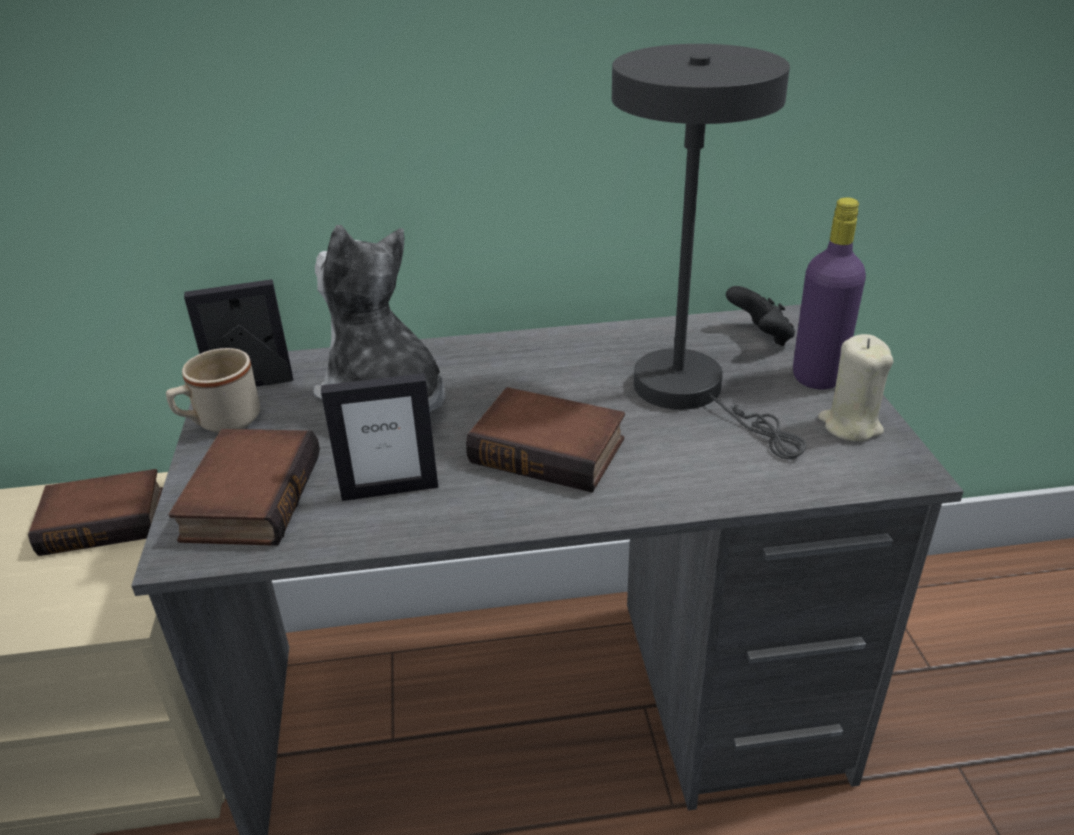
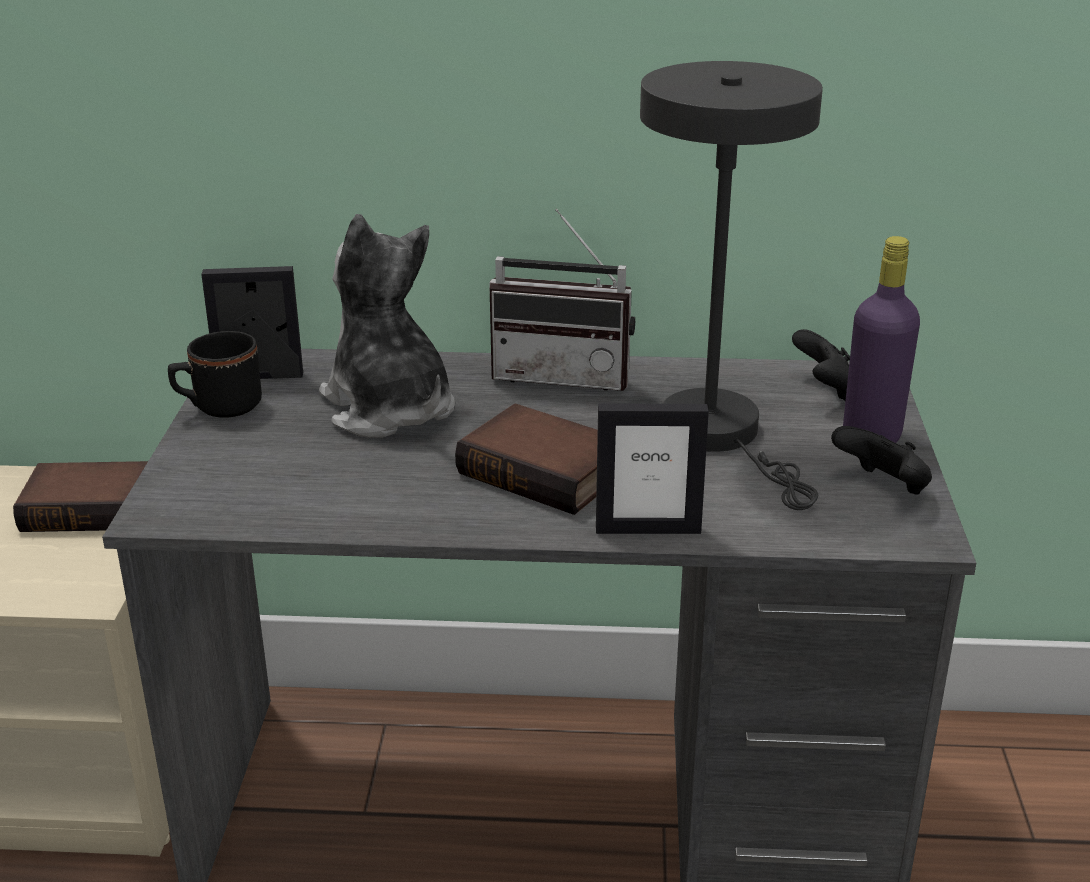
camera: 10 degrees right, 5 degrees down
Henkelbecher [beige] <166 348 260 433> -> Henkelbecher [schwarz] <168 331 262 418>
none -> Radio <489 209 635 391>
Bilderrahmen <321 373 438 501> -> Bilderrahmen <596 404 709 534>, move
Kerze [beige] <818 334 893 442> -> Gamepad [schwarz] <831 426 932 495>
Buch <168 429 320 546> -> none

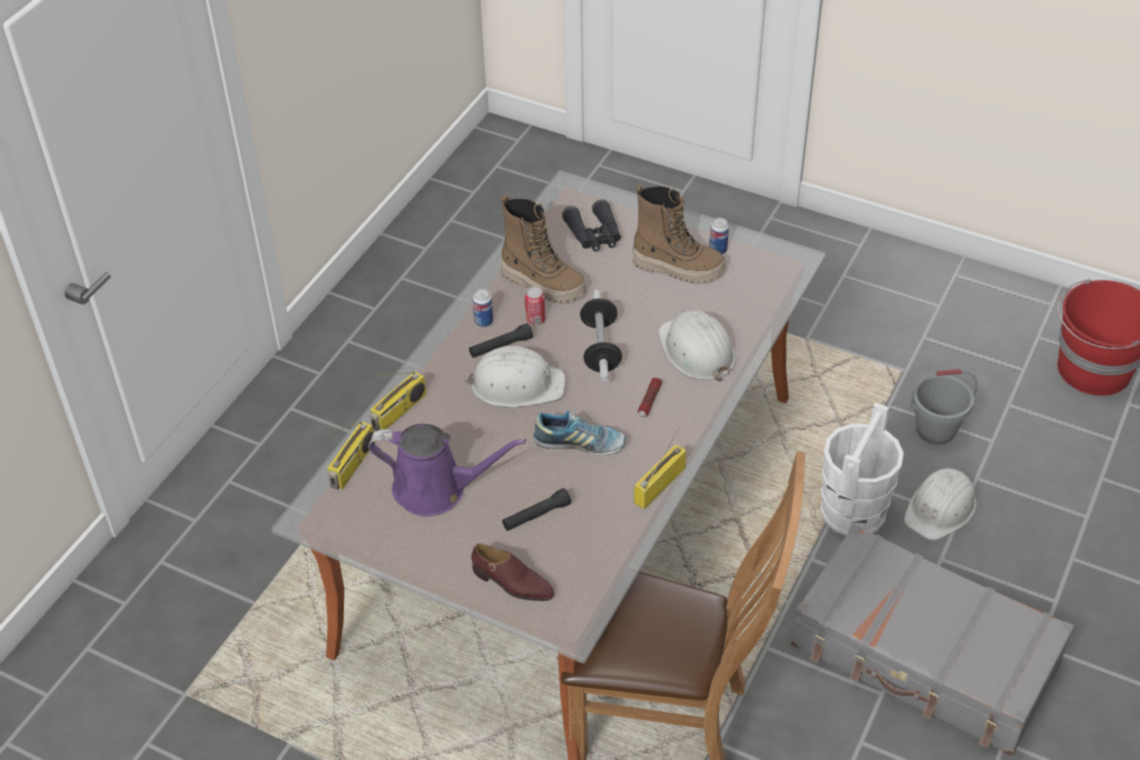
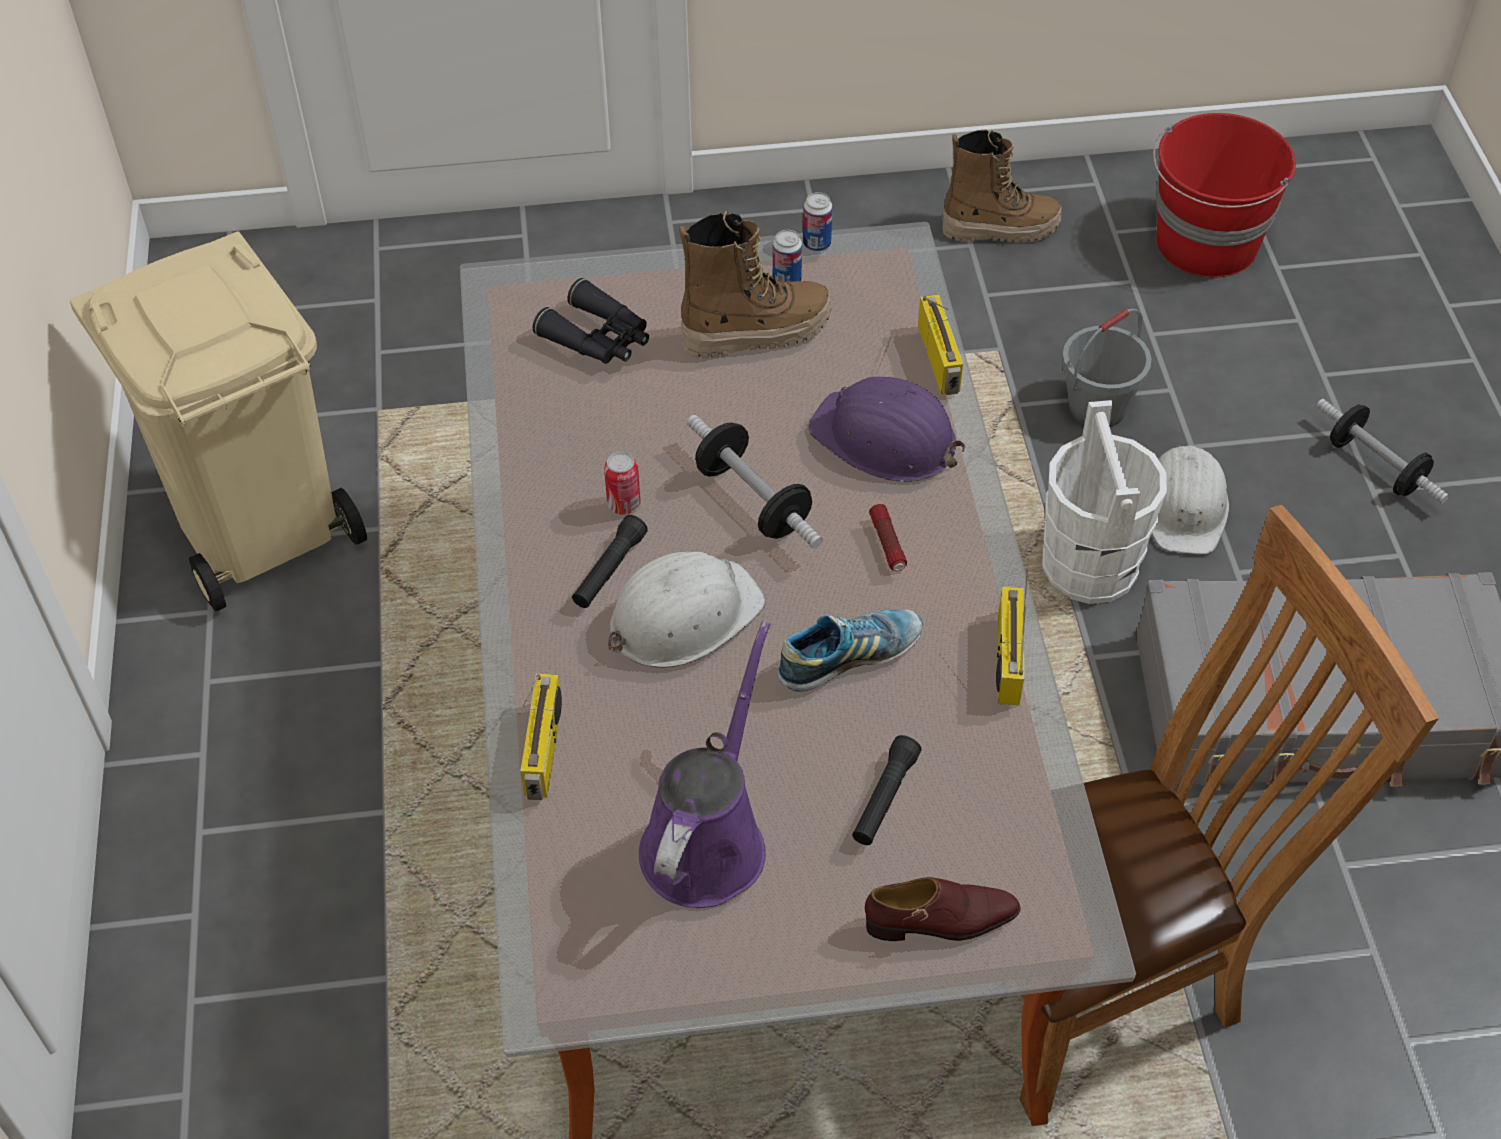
camera: 35 degrees left, 5 degrees up
none -> Mülleimer [beige] <70 232 367 611>
Gießkanne [lila] <368 424 526 516> -> Gießkanne [lila] <639 621 771 908>, 45 degrees counterclockwise
Dose <473 289 493 327> -> Dose <803 192 833 252>, move
Schutzhelm [weiß] <658 310 736 381> -> Schutzhelm [lila] <808 377 966 482>
Radio <327 421 375 490> -> Radio <918 294 963 395>, move
Stiefel <501 194 587 304> -> Stiefel <942 129 1062 243>, move
none -> Hantel <1316 399 1449 504>

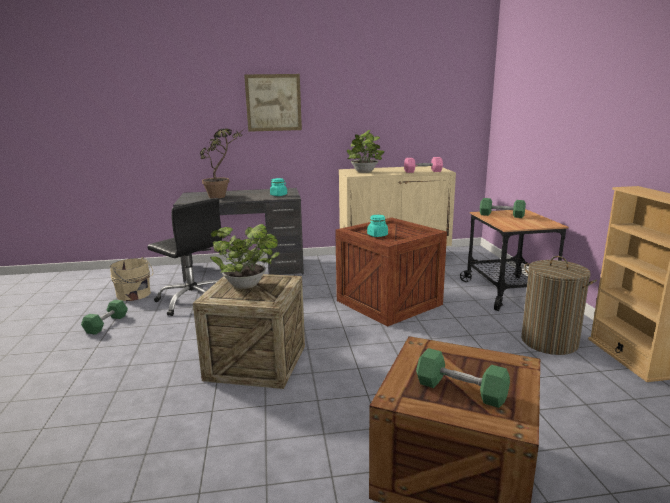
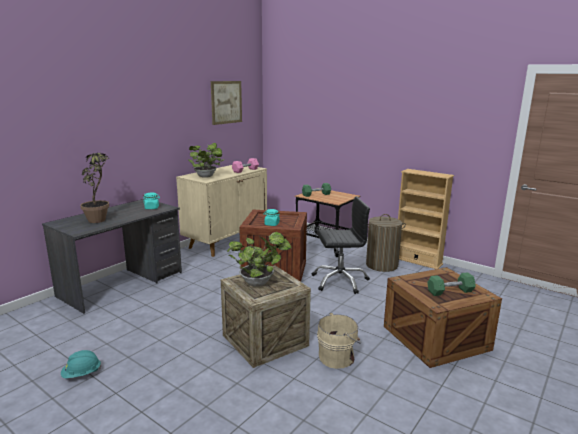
camera: 45 degrees left, 0 degrees up
Hantel [grün] <81 300 128 335> -> Schutzhelm [türkis] <61 350 102 379>
Bild <244 74 302 132> -> Bild <211 81 242 125>, move
Bürostuhl [schwarz] <147 198 222 316> -> Bürostuhl [schwarz] <312 196 370 294>, move
Eimer [beige] <110 257 153 301> -> Eimer [beige] <317 313 361 369>, move

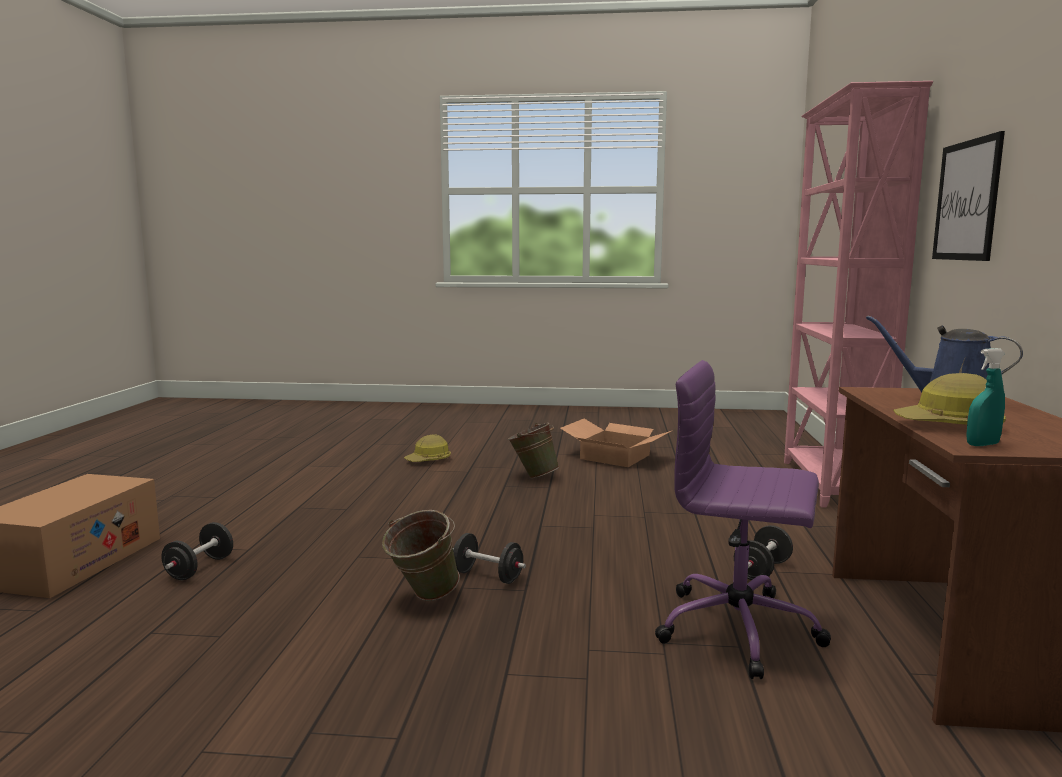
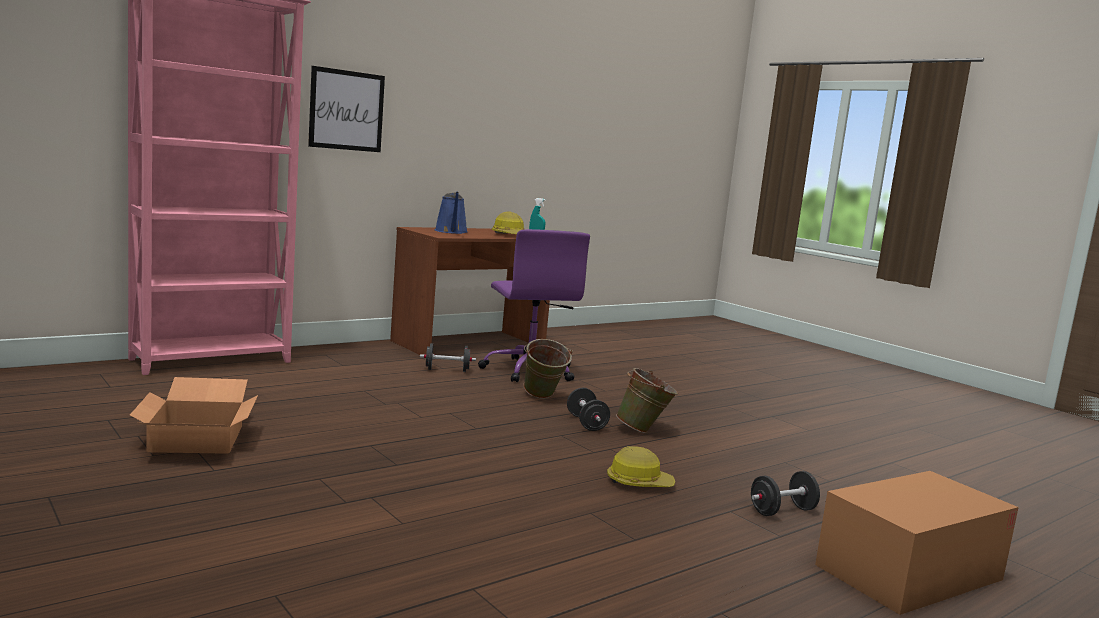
camera: 135 degrees left, 0 degrees up
Eimer [grün] <508 423 559 479> -> Eimer [grün] <523 339 573 399>, move
Schutzhelm <404 434 451 462> -> Schutzhelm <607 446 675 487>, move

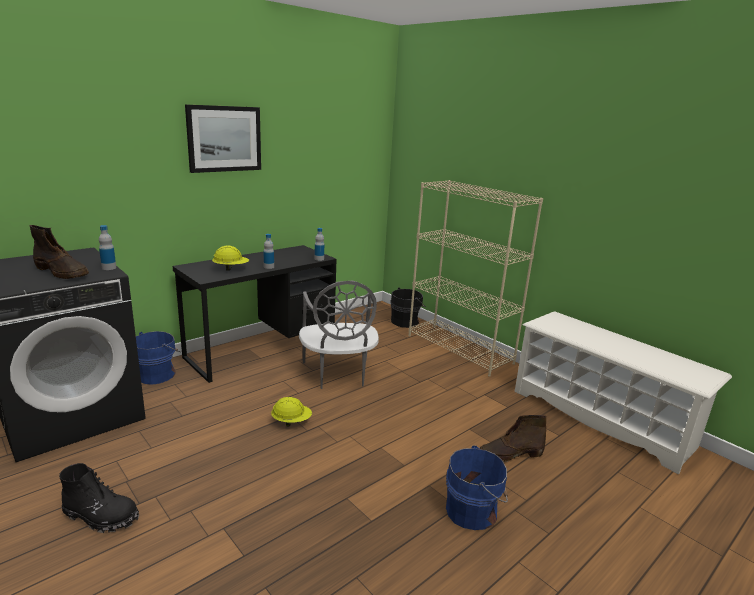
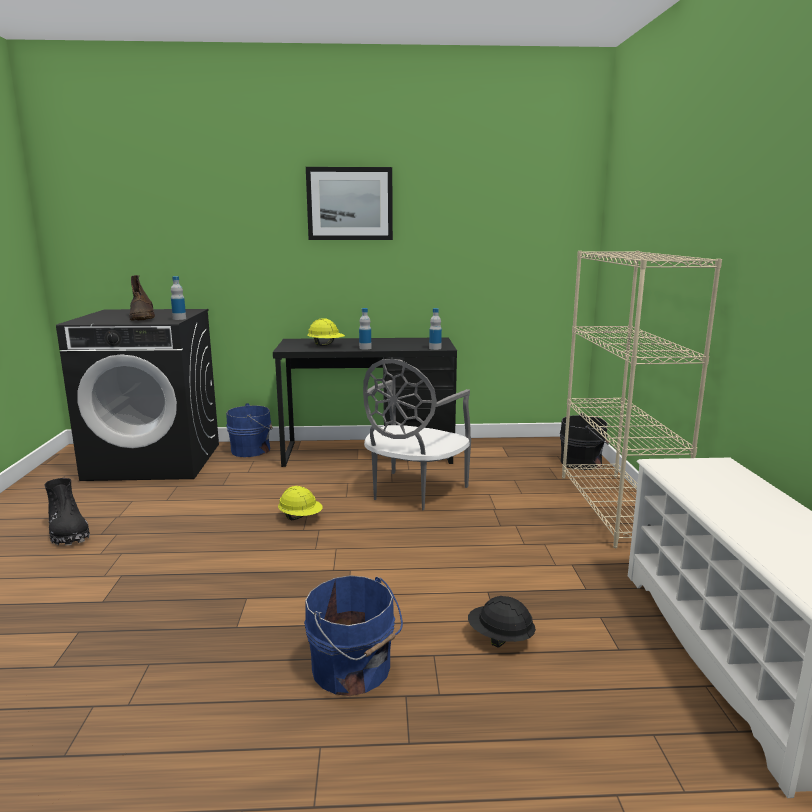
camera: 40 degrees right, 5 degrees down
Stiefel [braun] <480 415 546 462> -> Schutzhelm [schwarz] <468 596 536 647>

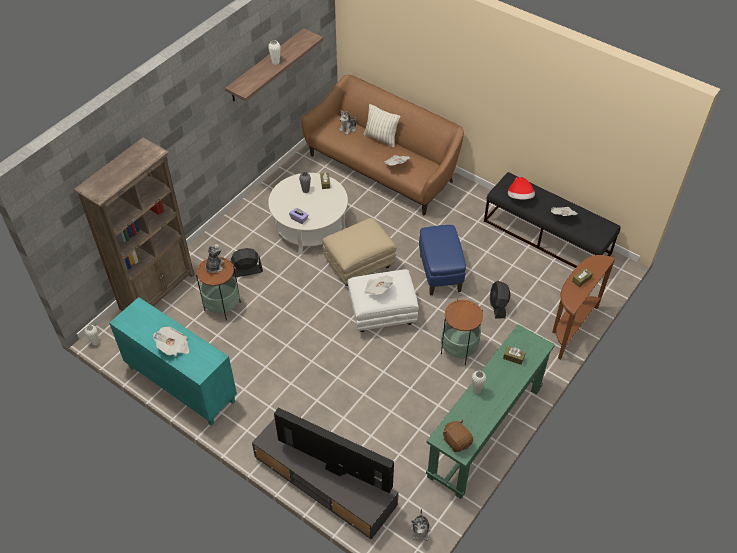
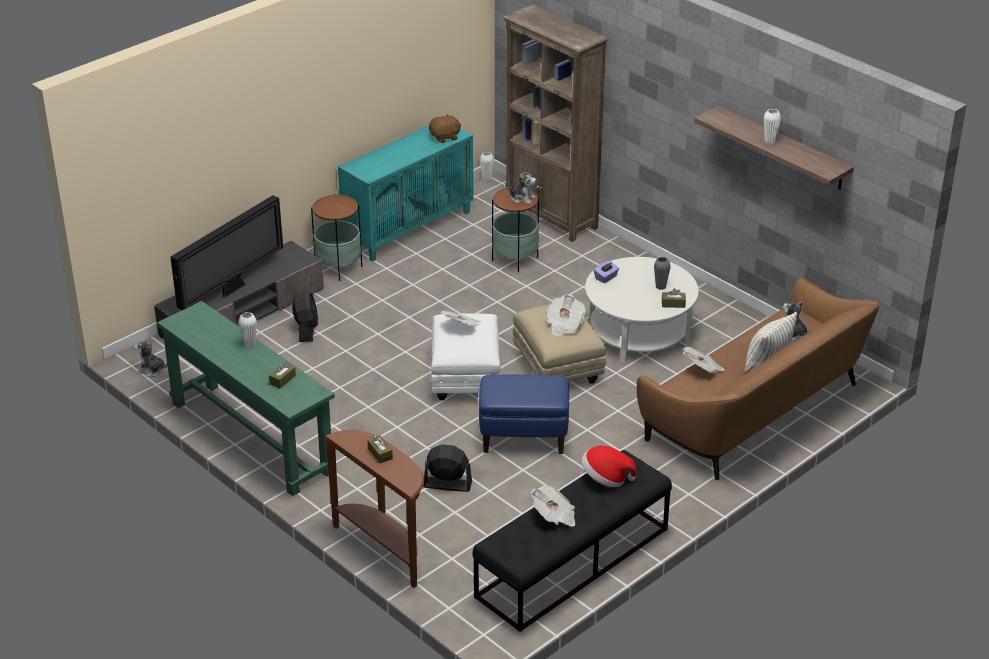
camera: 100 degrees right, 15 degrees down
Ventilator [schwarz] <230 248 263 277> -> Ventilator [schwarz] <292 292 318 342>, move
Beistelltisch <441 299 483 365> -> Beistelltisch <311 194 362 281>, move
Plüschtier [braun] <443 419 473 452> -> Plüschtier [braun] <429 114 461 143>, move
Zeitung <153 327 189 356> -> Zeitung <546 294 586 336>, move

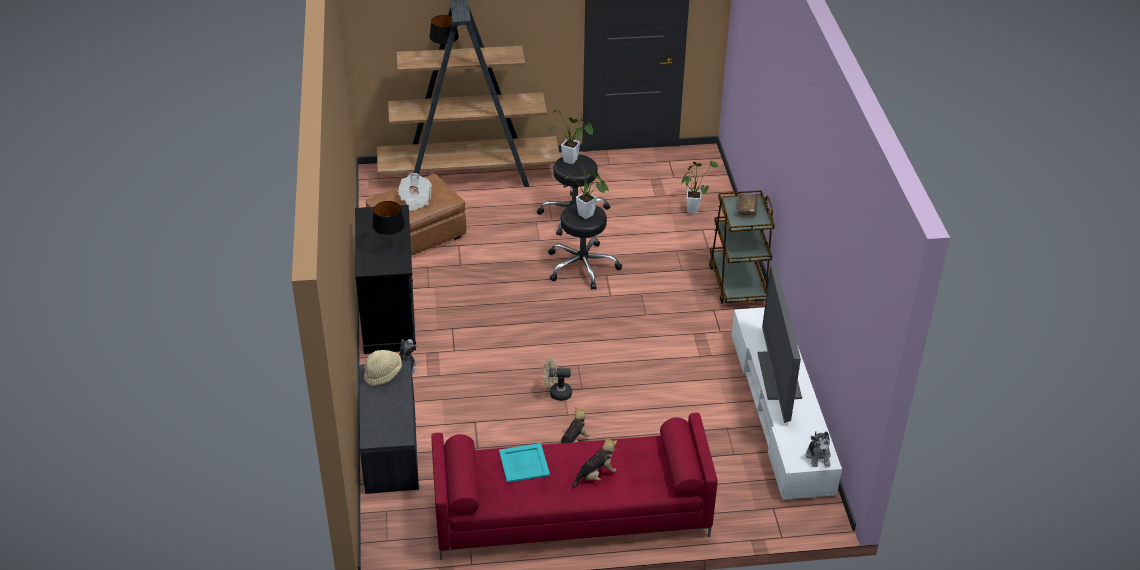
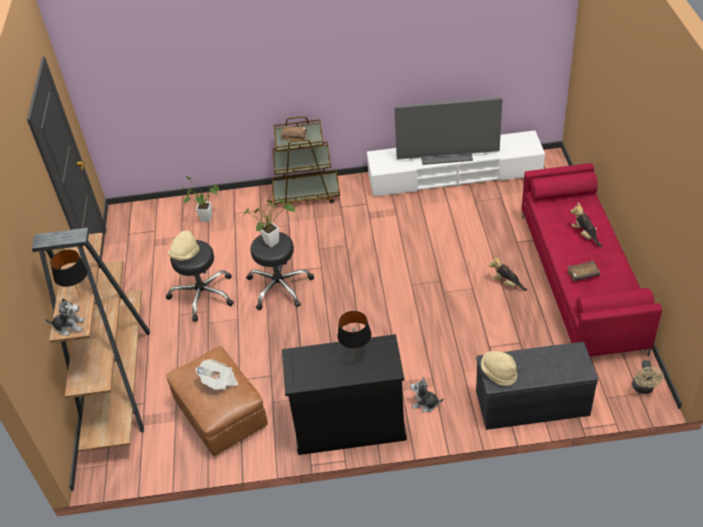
camera: 85 degrees left, 5 degrees up
Plüschtier <806 431 831 468> -> Plüschtier <45 298 84 336>, move
Topfpflanze <548 110 593 164> -> Hut [beige] <168 231 199 261>
Tablett [türkis] <499 443 550 483> -> Buch [braun] <567 261 600 281>
Ventilator [beige] <543 358 572 401> -> Ventilator [beige] <632 360 664 394>, move

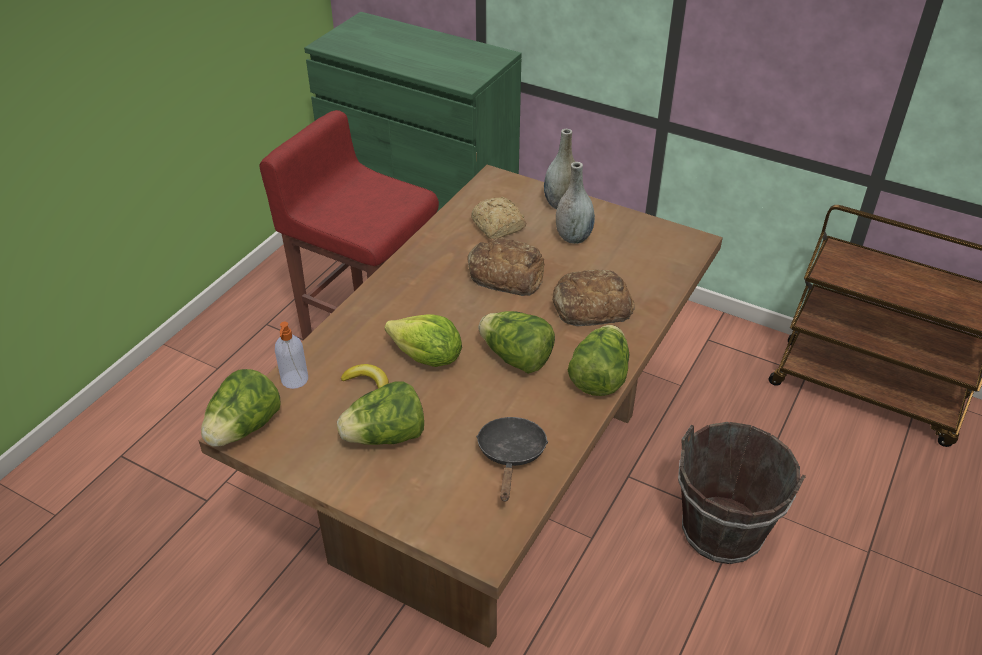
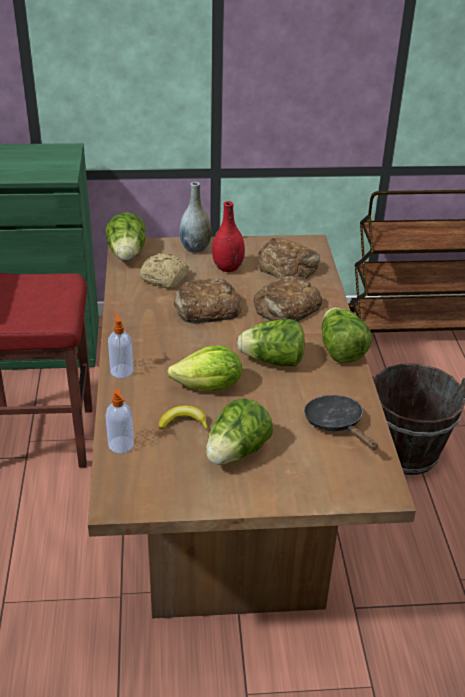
camera: 35 degrees left, 5 degrees down
Salatkopf <201 369 281 447> -> Salatkopf <105 212 146 261>, move
none -> Seifenspender <108 312 133 378>
Vase [grau] <556 162 595 244> -> Vase [rot] <212 201 245 272>
none -> Brot <258 238 320 279>

